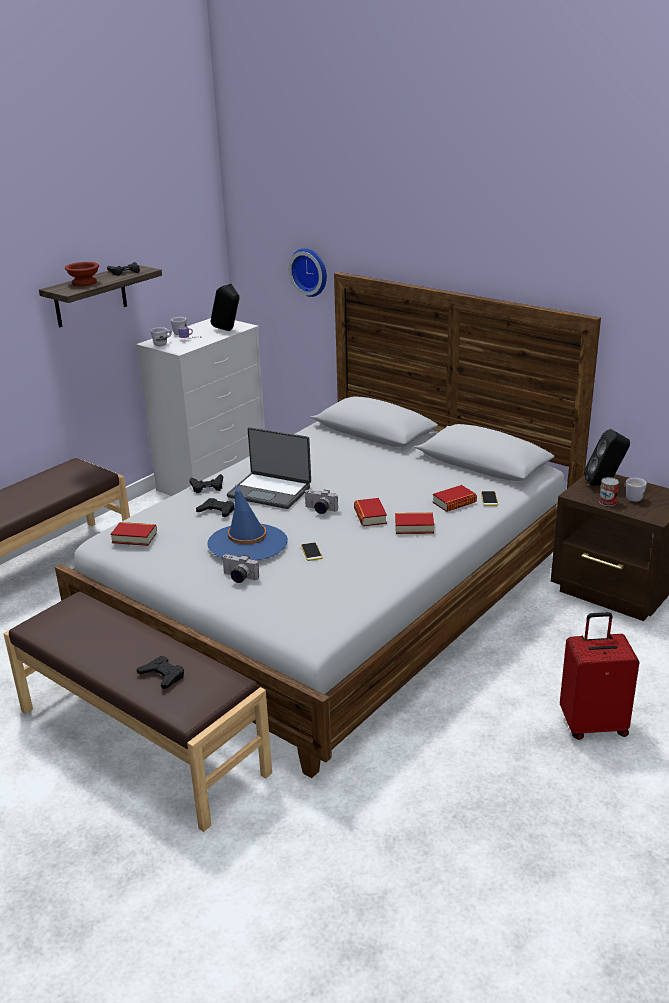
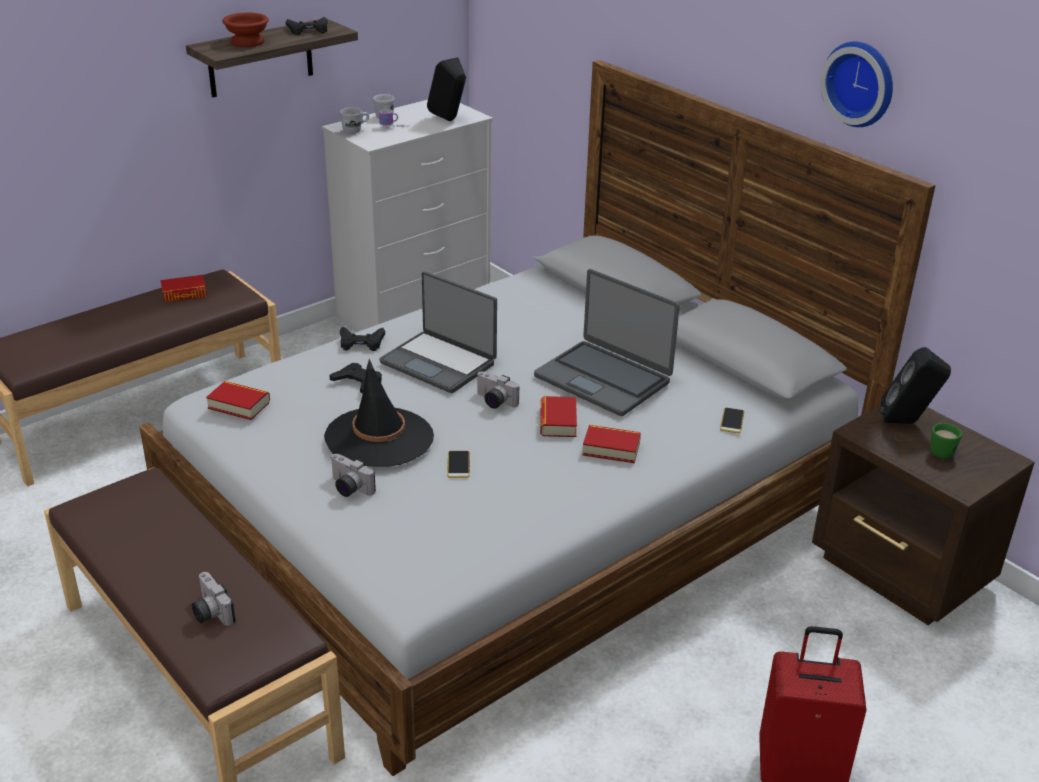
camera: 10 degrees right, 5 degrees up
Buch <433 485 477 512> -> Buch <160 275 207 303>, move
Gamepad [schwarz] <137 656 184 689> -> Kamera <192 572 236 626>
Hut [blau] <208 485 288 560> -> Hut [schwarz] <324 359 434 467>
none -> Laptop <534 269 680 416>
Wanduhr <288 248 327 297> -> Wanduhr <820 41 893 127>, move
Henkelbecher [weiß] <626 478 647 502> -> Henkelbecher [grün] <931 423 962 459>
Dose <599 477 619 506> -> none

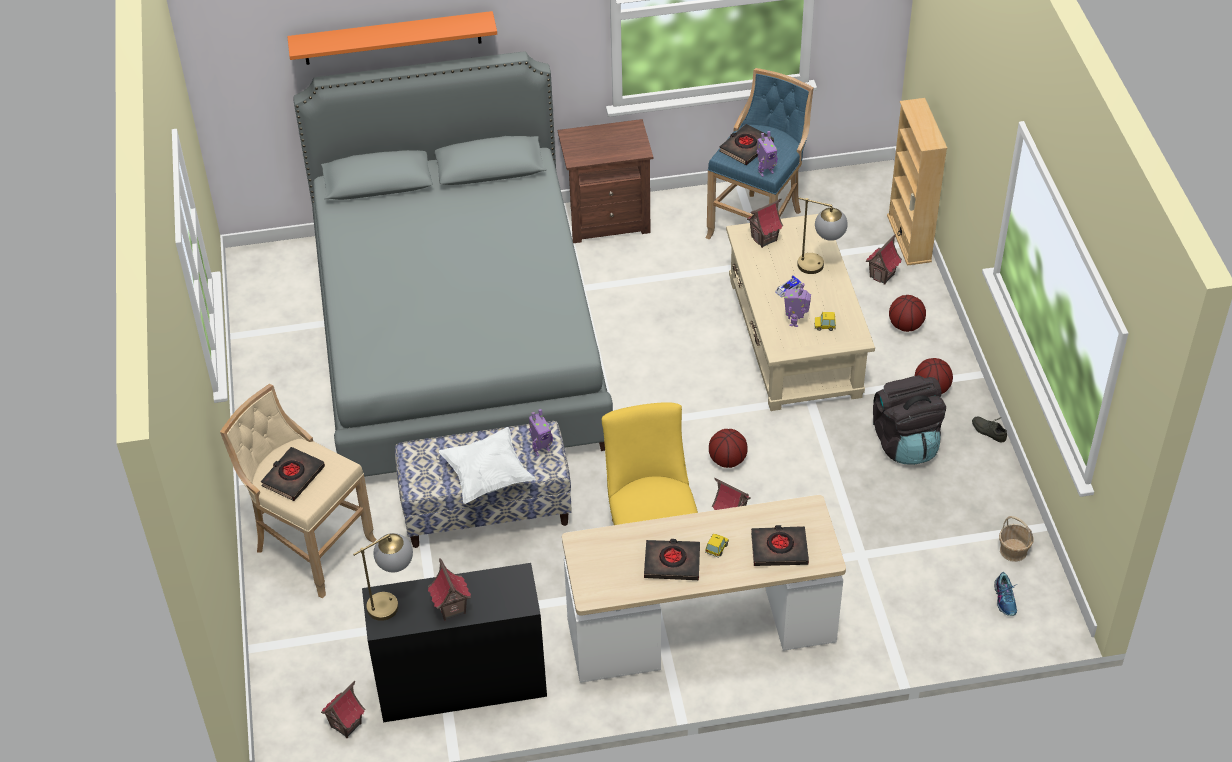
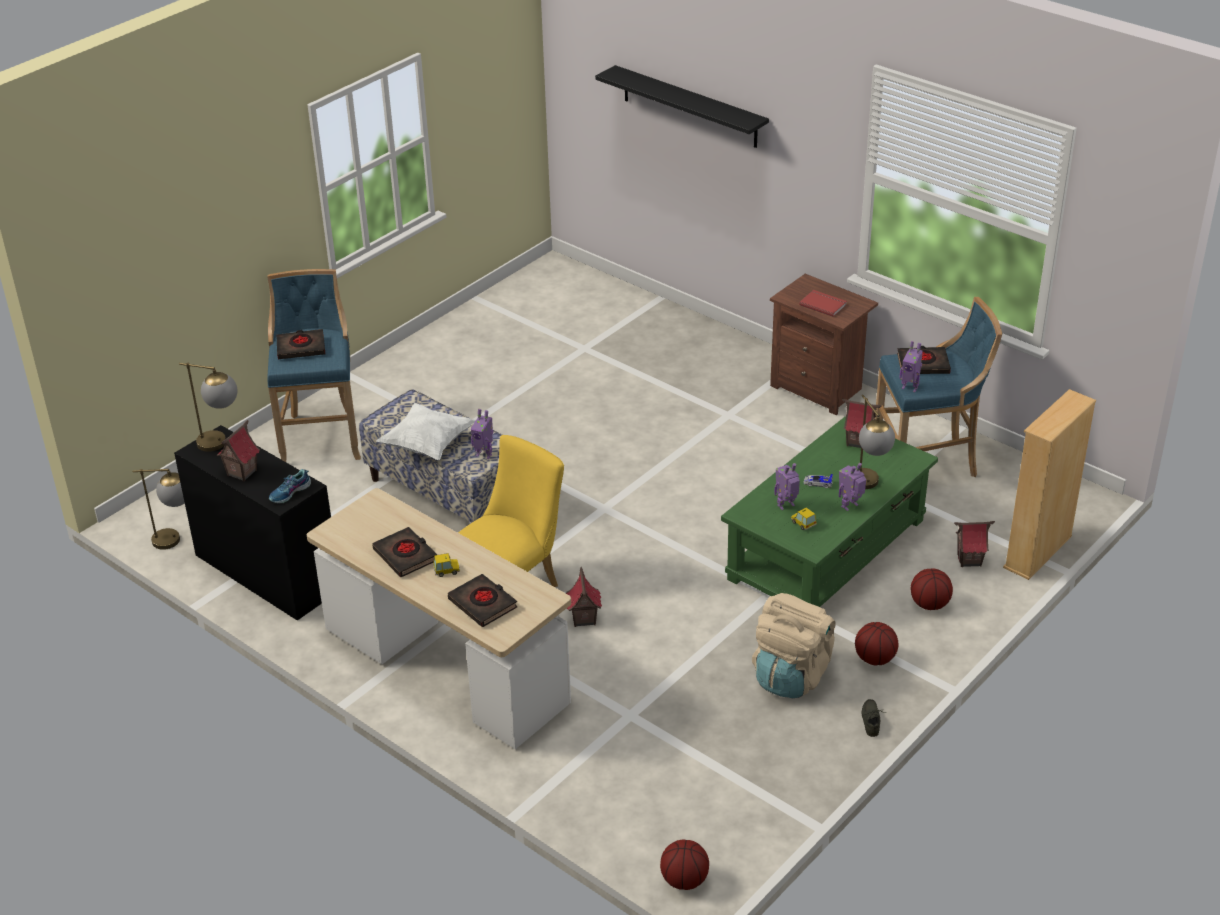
camera: 50 degrees right, 10 degrees down
Spielzeughaus <321 681 365 738> -> Tischlampe <133 469 185 550>
Hocker [beige] <220 384 377 599> -> Hocker [blau] <267 269 361 462>
Schuh <994 572 1017 616> -> Schuh <269 469 311 503>, move
Wandregal [orange] <287 11 497 65> -> Wandregal [schwarz] <595 65 769 148>
Basketball <709 429 748 468> -> Basketball <660 840 709 890>, move
Couchtisch [beige] <726 214 875 411> -> Couchtisch [grün] <721 416 938 607>
Rucksack [schwarz] <873 375 946 465> -> Rucksack [beige] <752 593 836 698>
none -> Buch [rot] <799 290 847 317>
none -> Spielzeugroboter <839 463 866 511>
Bett [grau] <293 51 613 477> -> none
Korb <999 516 1033 562> -> none

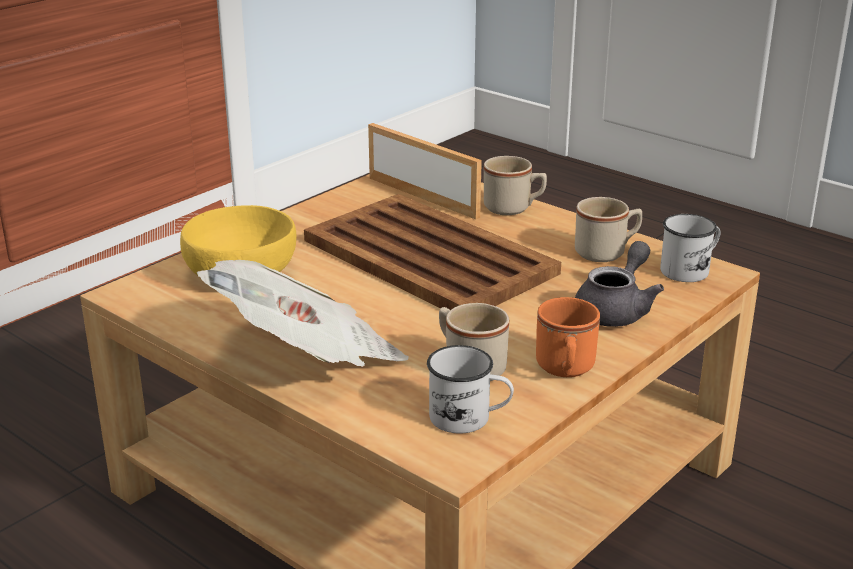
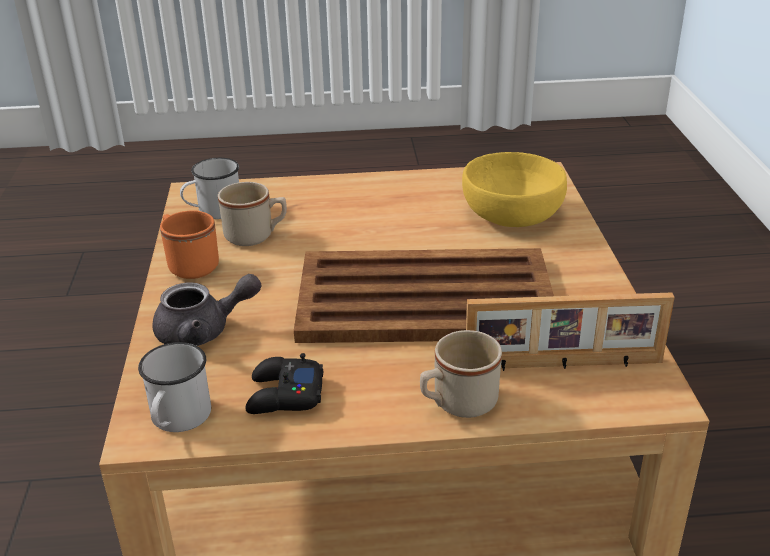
camera: 135 degrees right, 5 degrees up
Teekanne [grau] <575 241 664 327> -> Teekanne [grau] <152 274 262 346>, 90 degrees counterclockwise
Henkelbecher [beige] <575 197 642 262> -> Gamepad [schwarz] <245 353 323 414>
Zeitung <197 260 409 367> -> none

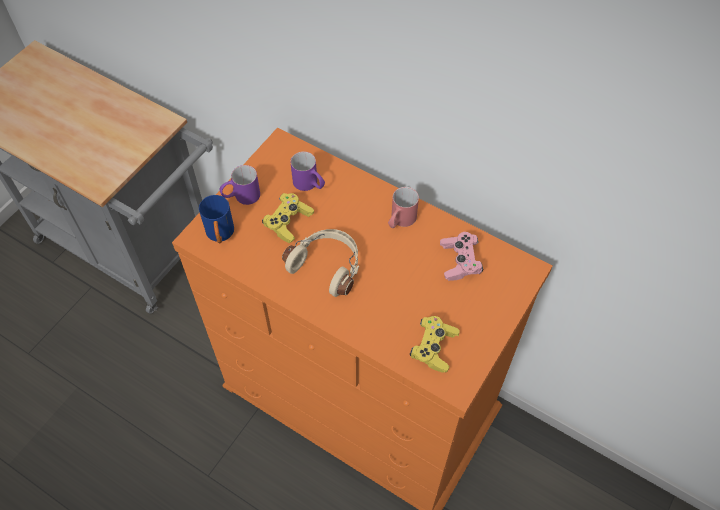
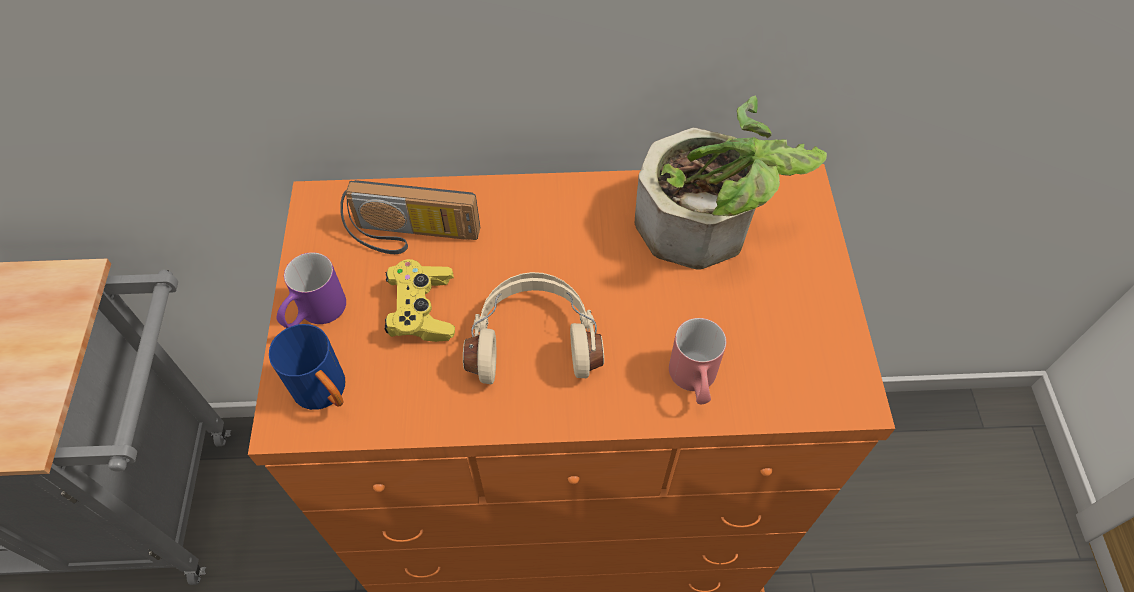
camera: 35 degrees left, 0 degrees up
Henkelbecher [lila] <290 151 325 191> -> Radio <340 180 480 254>
Gamepad [rosa] <440 232 483 281> -> Topfpflanze <635 95 827 270>
Henkelbecher [rot] <388 187 419 228> -> Henkelbecher [rot] <669 318 726 404>, move
Gamepad [gelb] <410 316 460 373> -> none

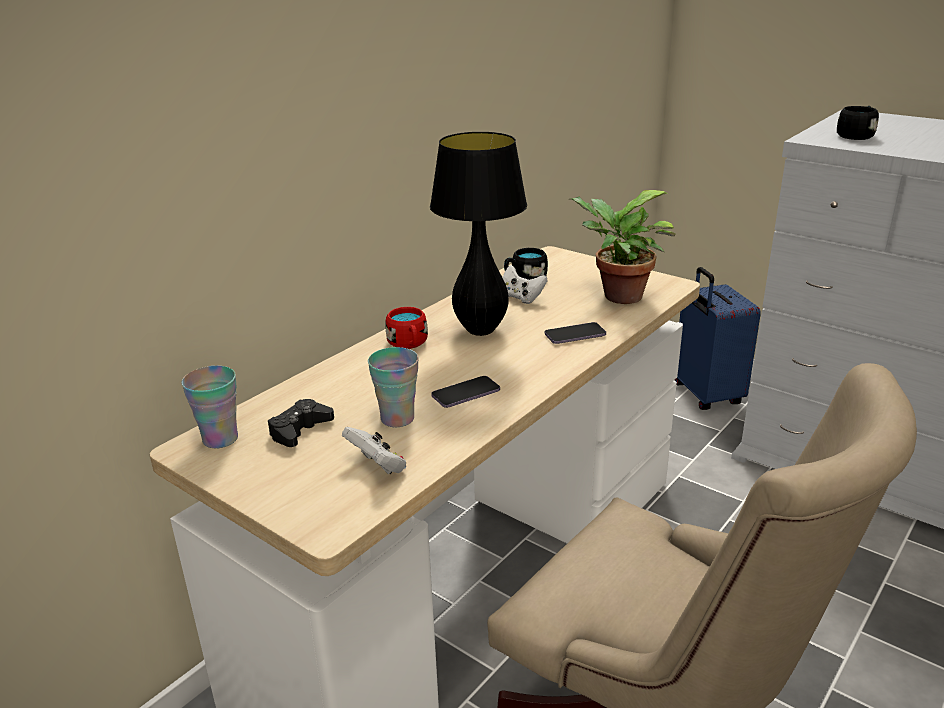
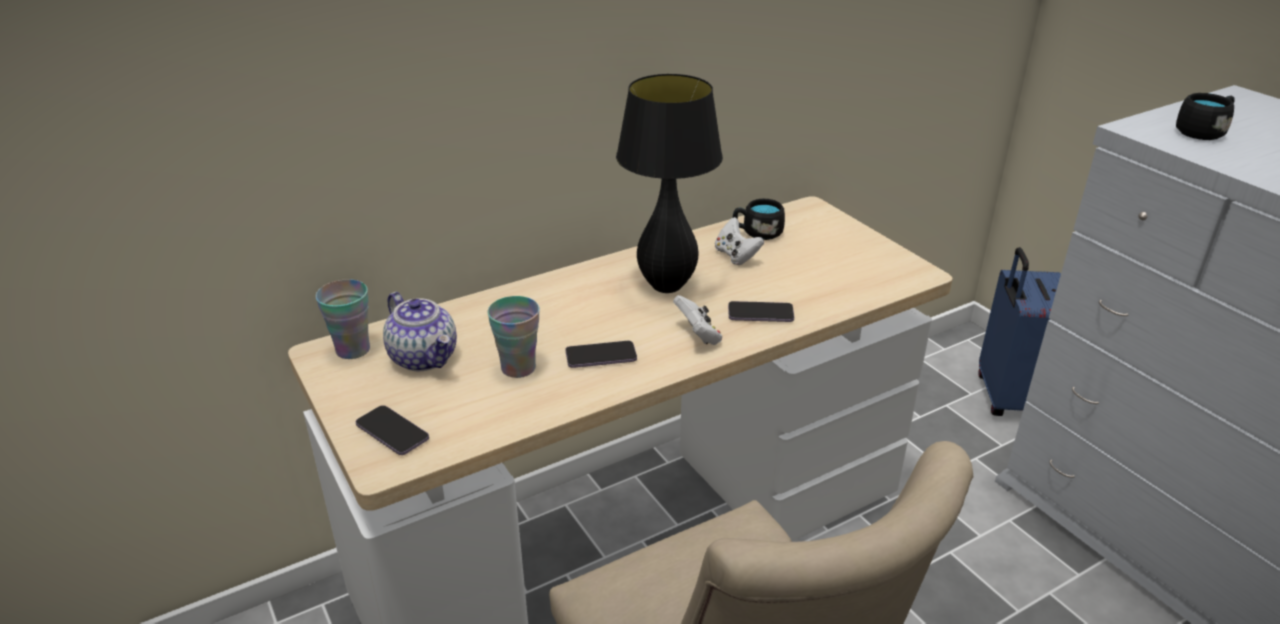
camera: 20 degrees right, 5 degrees up
none -> Handy <356 405 429 455>
Gamepad [schwarz] <268 399 334 447> -> Teekanne <383 292 457 371>
Gamepad [weiß] <342 427 406 474> -> Gamepad [weiß] <673 295 722 345>, move
Henkelbecher [rot] <385 307 428 349> -> none
Topfpflanze <570 190 676 304> -> none

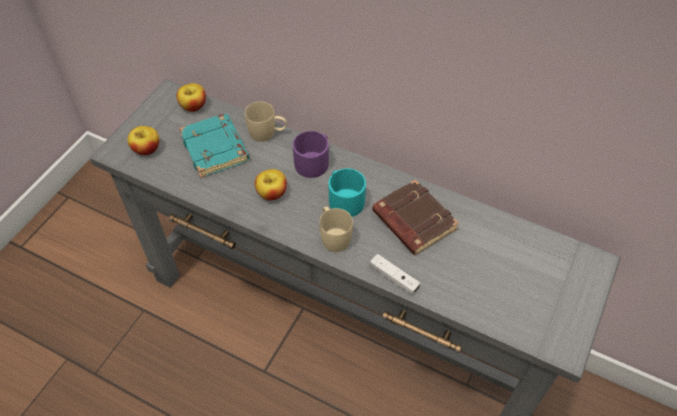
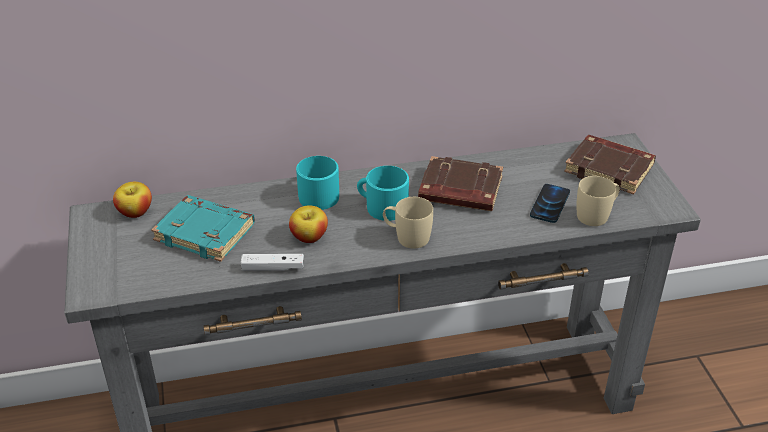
camera: 40 degrees left, 15 degrees down
Gamepad [weiß] <370 254 420 294> -> Gamepad [weiß] <241 254 304 271>, move
Henkelbecher [lila] <293 131 329 178> -> Henkelbecher [türkis] <296 156 339 210>
none -> Handy <530 184 570 223>
none -> Buch [braun] <564 135 656 195>
Henkelbecher [beige] <245 102 287 142> -> Henkelbecher [beige] <577 176 620 226>, move
Apfel <127 126 159 155> -> none

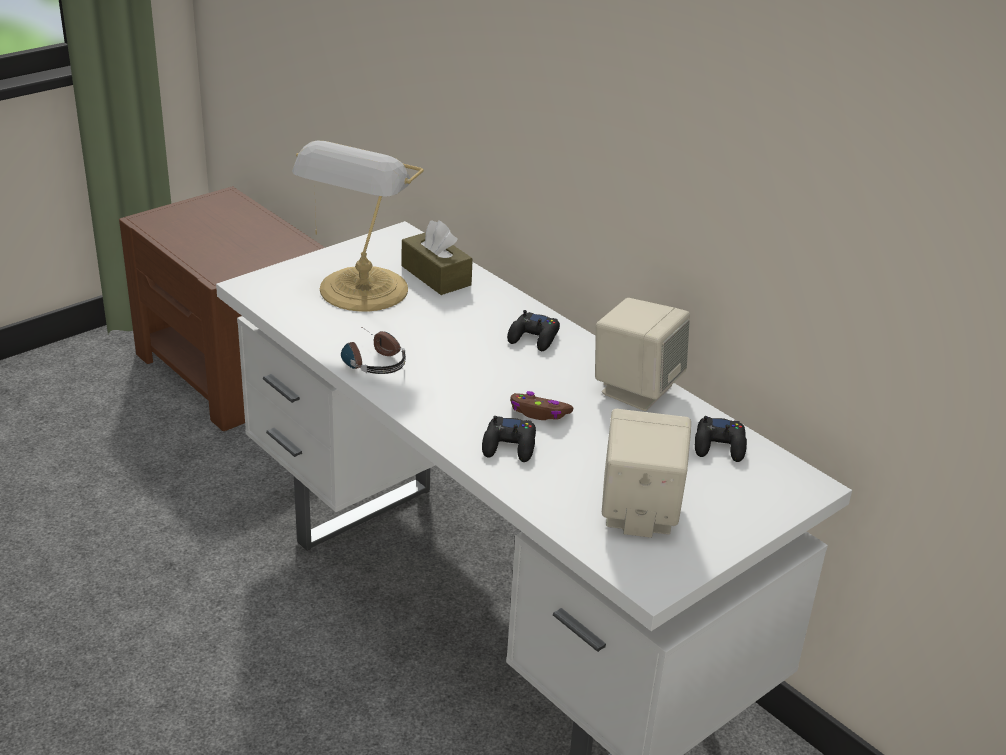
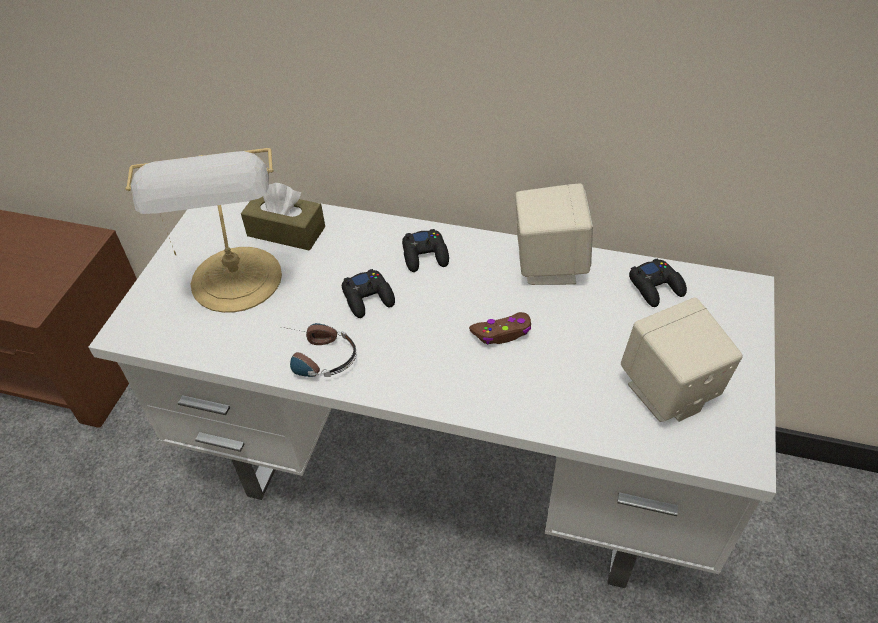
camera: 30 degrees left, 15 degrees up
Gamepad [schwarz] <482 416 536 462> -> Gamepad [schwarz] <342 269 395 318>, move

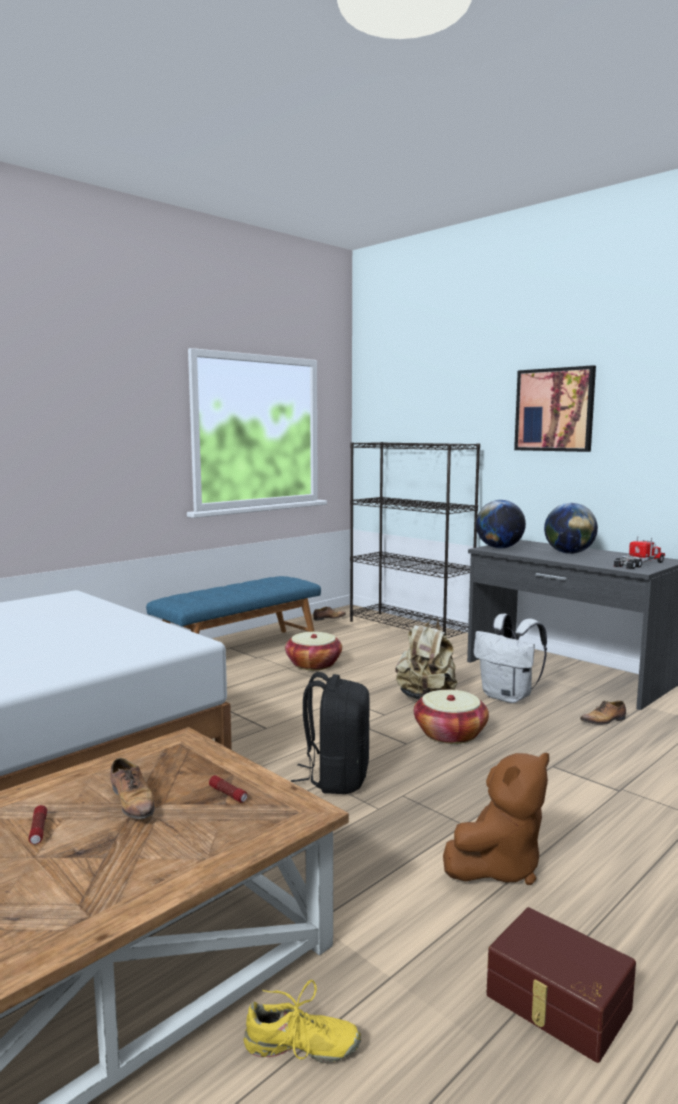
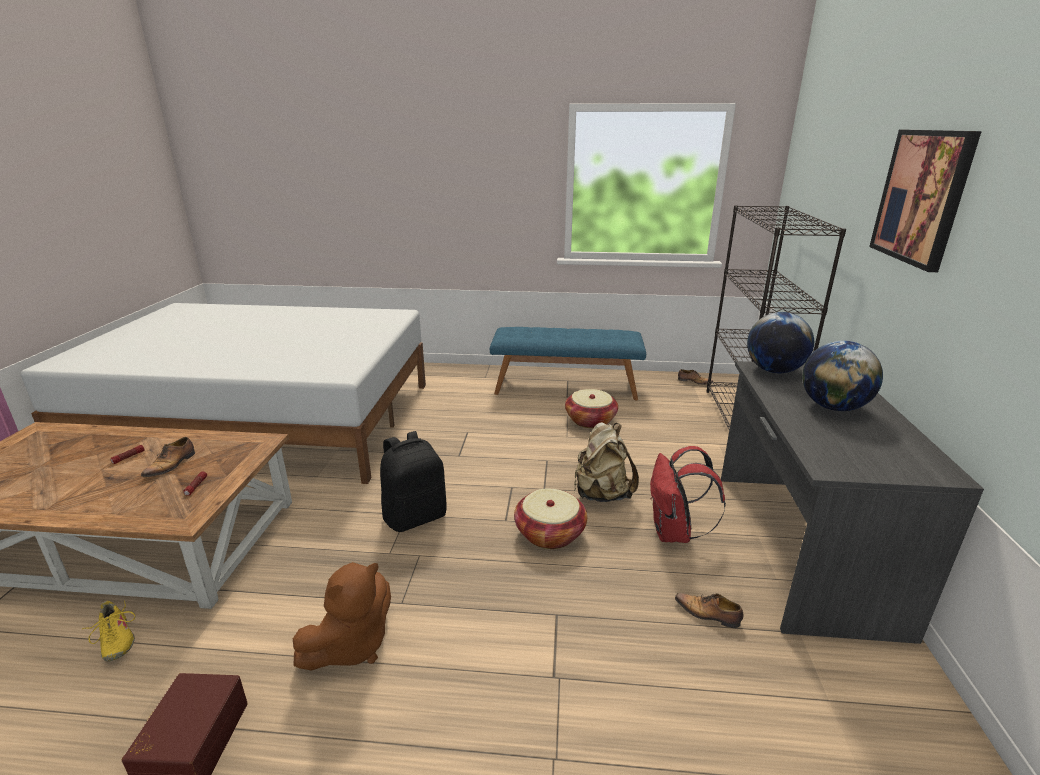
camera: 50 degrees right, 15 degrees up
Plüschtier [braun] <443 753 549 885> -> Plüschtier [braun] <293 562 391 671>, 60 degrees counterclockwise
Rucksack [weiß] <473 614 547 703> -> Rucksack [rot] <650 446 726 543>
Spielzeuglaster <614 536 665 569> -> none

